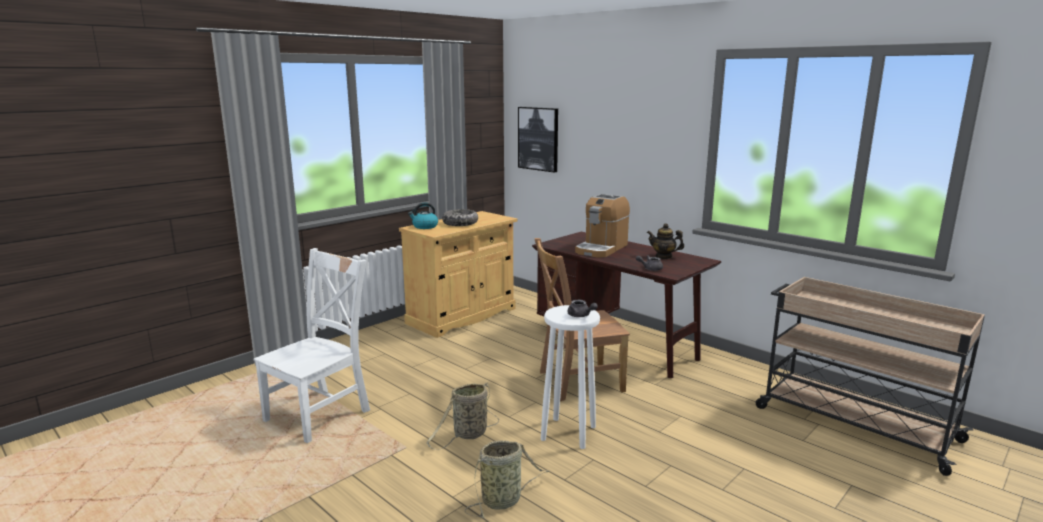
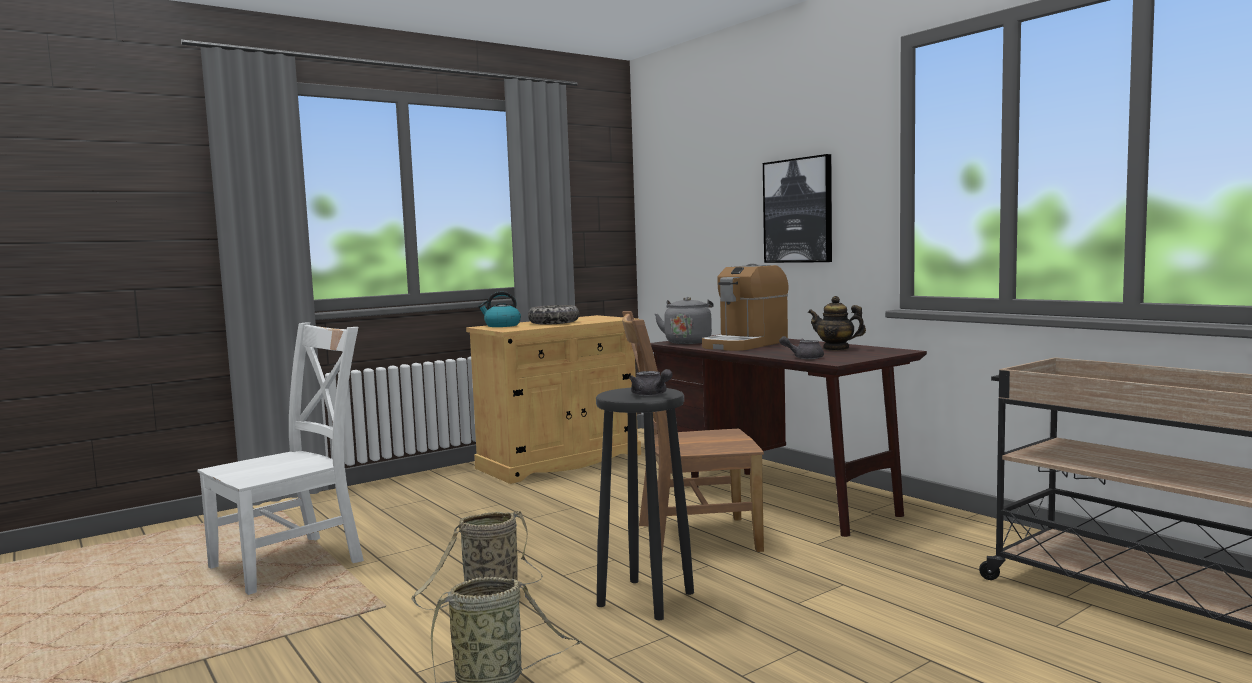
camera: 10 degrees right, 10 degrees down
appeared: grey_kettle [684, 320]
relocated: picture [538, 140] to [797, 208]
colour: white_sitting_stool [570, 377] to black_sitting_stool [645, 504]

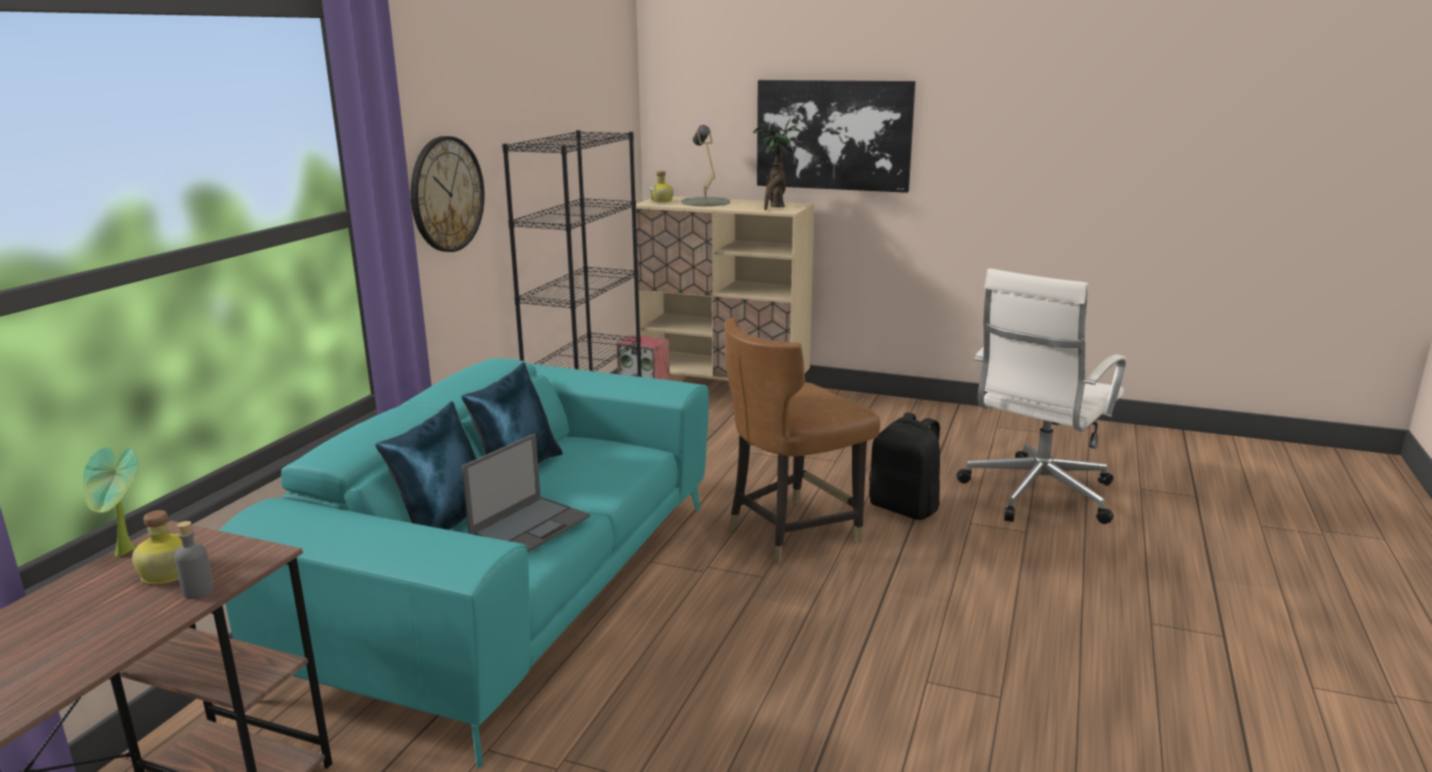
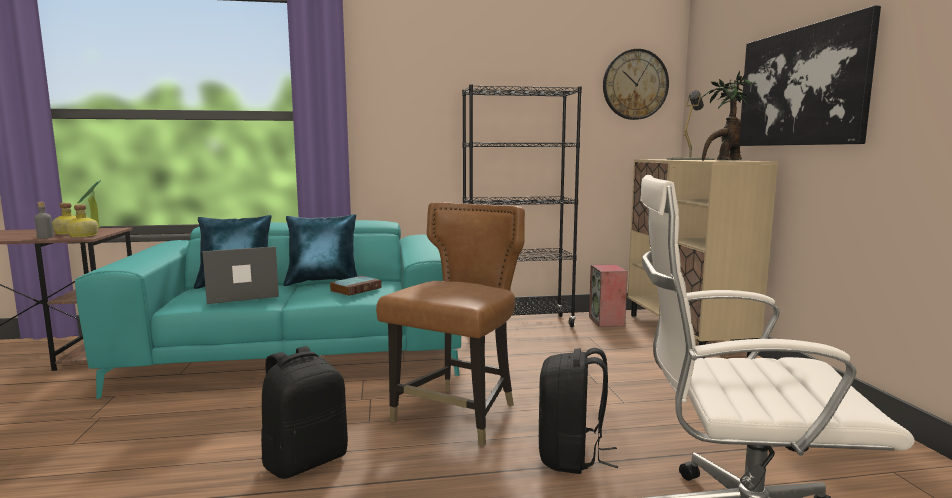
camera: 60 degrees right, 10 degrees down
appeared: black_rucksack [304, 412]; bound_book [355, 286]
relocated: hanging_clock [447, 194] to [636, 84]; drink_bottle [661, 186] to [82, 221]
spun: portable_computer [526, 492] = [240, 275] 150 degrees clockwise; brown-coloured_plain_chair [802, 440] = [450, 324] 90 degrees clockwise

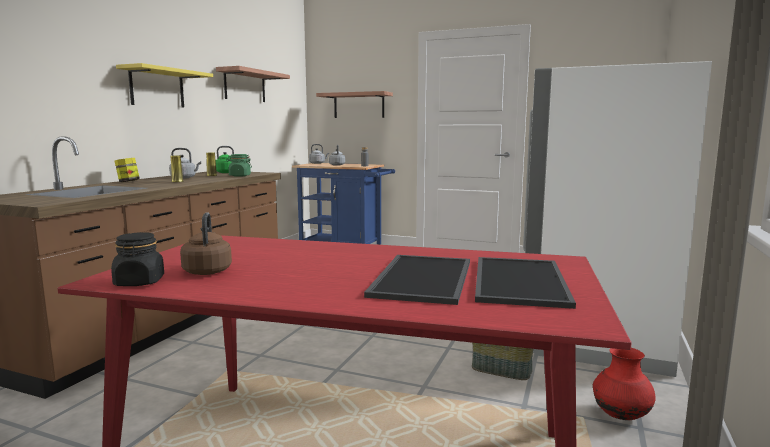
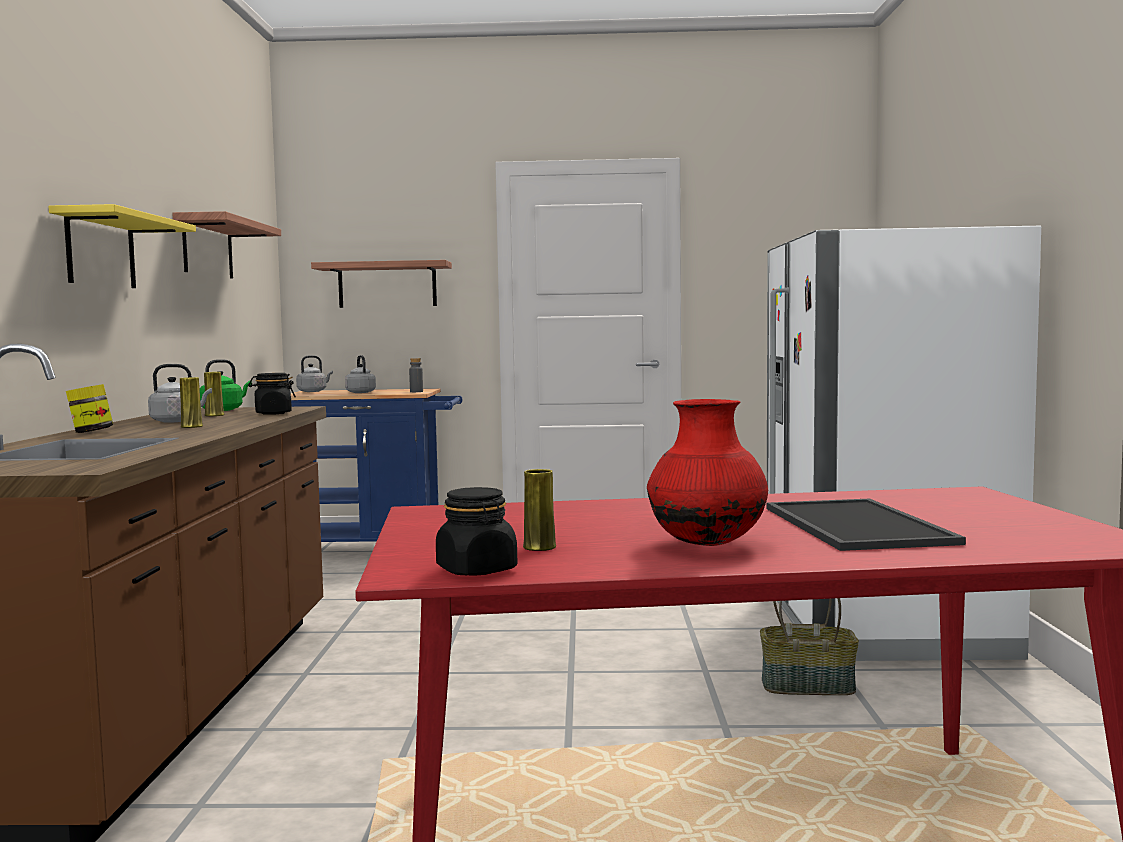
camera: 20 degrees left, 5 degrees down
missing: serving_tray [525, 283]
relocated: red-coloured_flower_vase [624, 384] to [707, 472]
exchanged: brown-coloured_kettle [206, 243] to yellow_flower_vase [539, 510]
colour: green-coloured_preserve_jar [239, 165] to black_preserve_jar [272, 394]

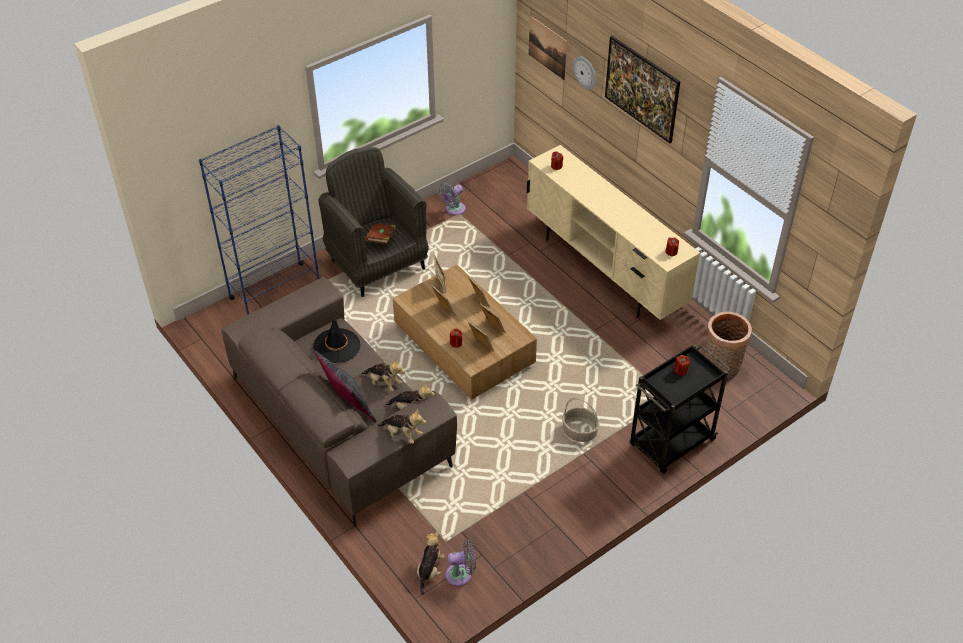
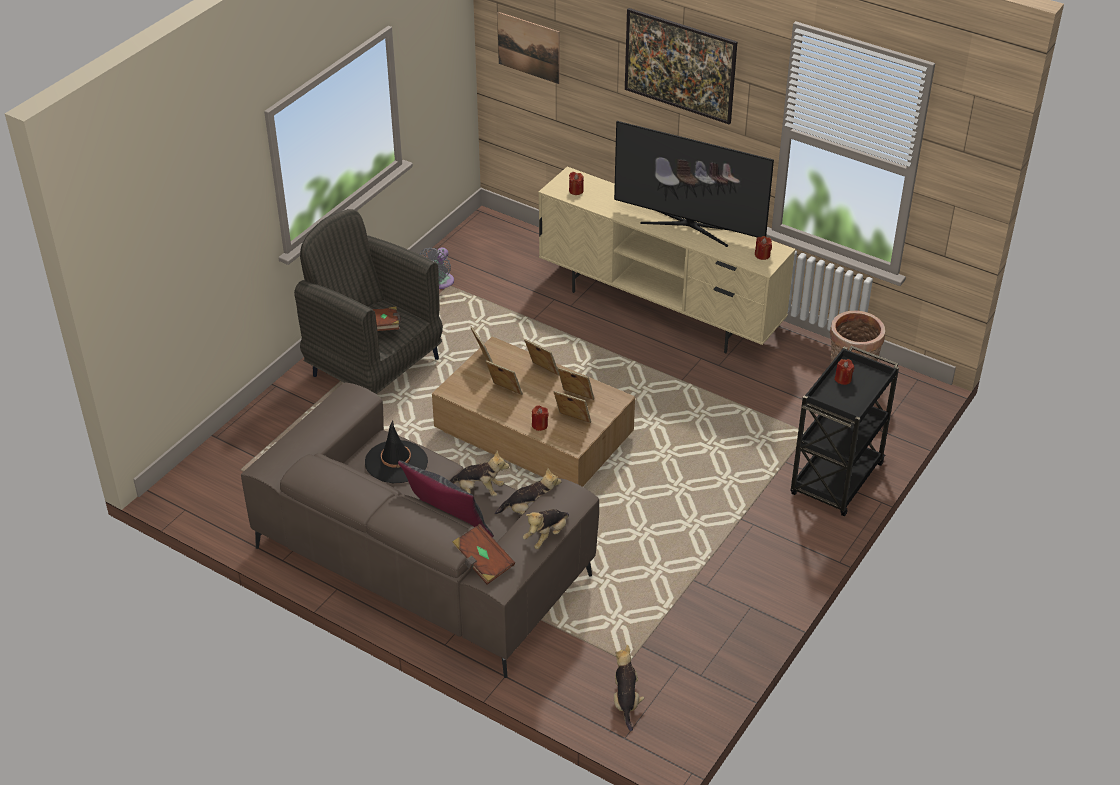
camera: 20 degrees left, 5 degrees down
missing: blue-coloured_shelving_unit [259, 220]; grey_electric_fan [461, 562]; storage_basket [581, 420]; hanging_clock [584, 73]
appeared: brown-coloured_bound_book [483, 554]; TV_set [694, 184]
spun: plush_toy [401, 426] = [546, 529] 120 degrees clockwise

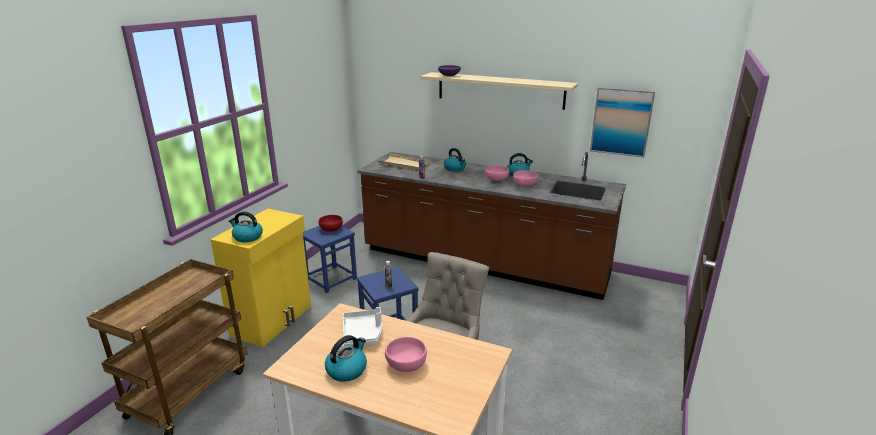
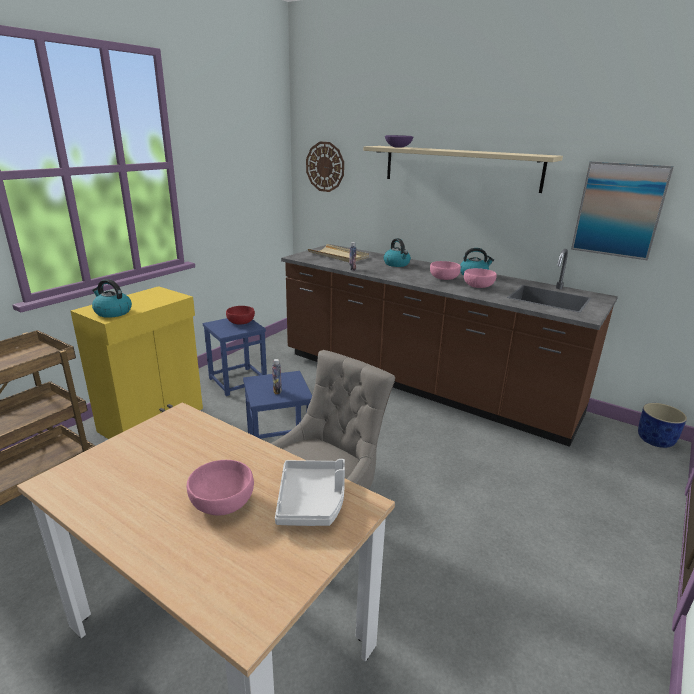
camera: 10 degrees right, 0 degrees up
missing: kettle [346, 358]
appeared: hanging_clock [325, 167]; blue-coloured_planter [662, 425]
relocated: white_serving_tray [362, 326] to [310, 492]

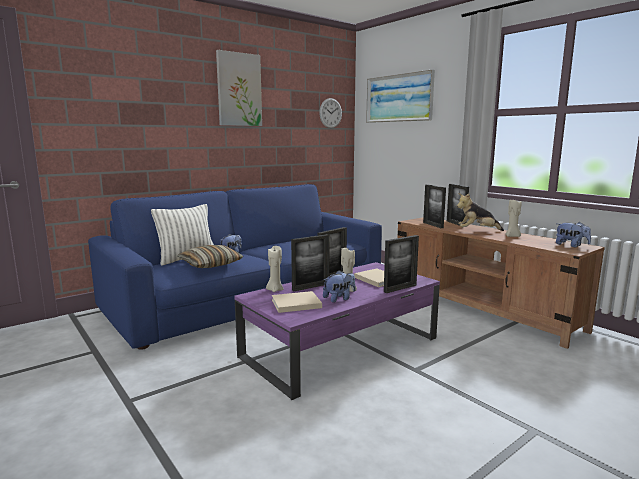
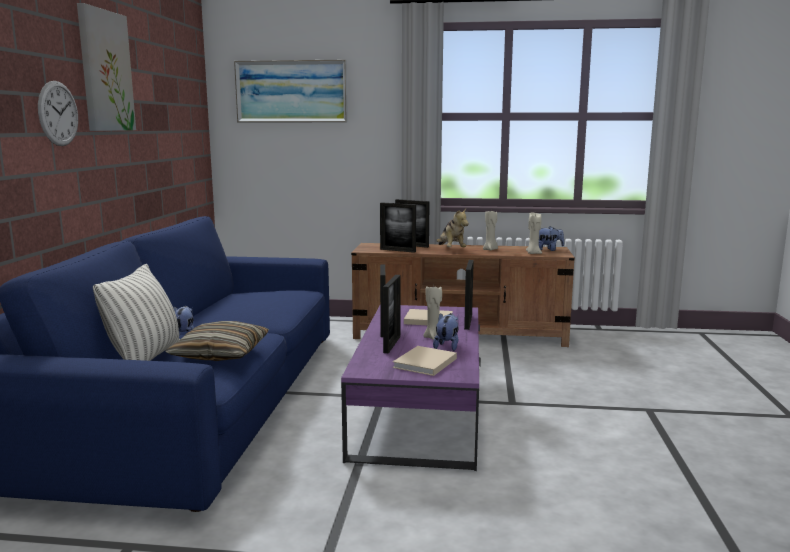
camera: 45 degrees left, 0 degrees up
relocated: beige_candle [275, 269] to [534, 233]; hanging_clock [330, 113] to [58, 113]
spun: plush_toy [480, 212] = [452, 228] 60 degrees counterclockwise

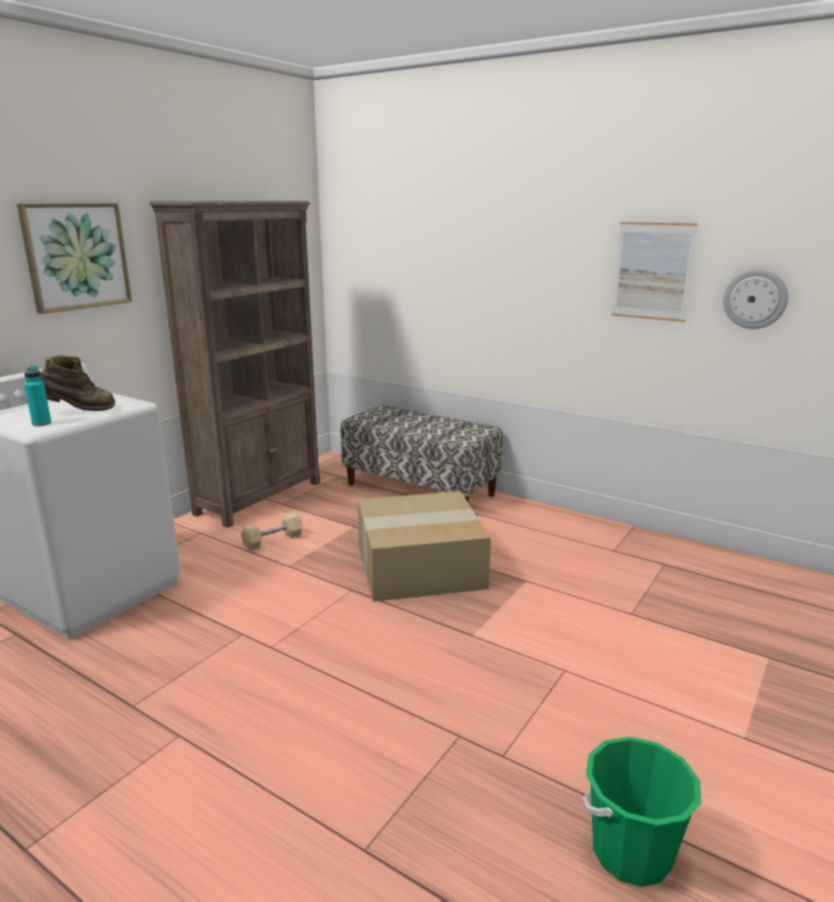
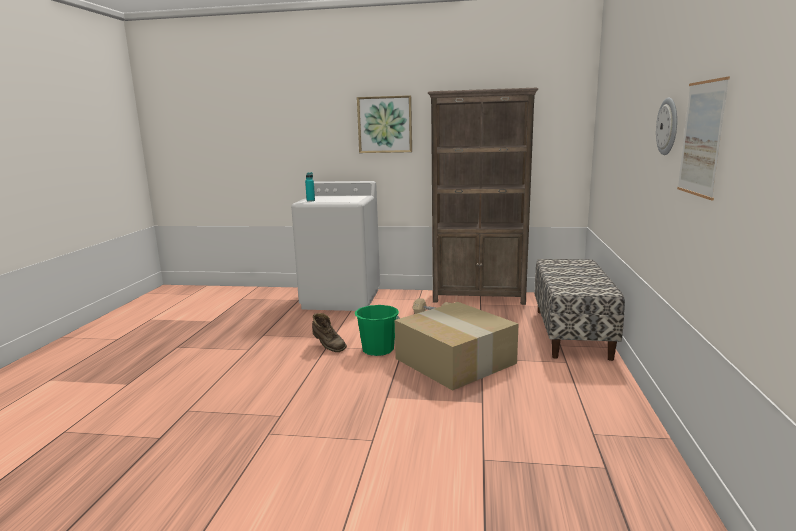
camera: 65 degrees right, 5 degrees down
relocated: brown-coloured_high-top_boot [77, 383] to [329, 332]; green-coloured_water_bucket [642, 812] to [377, 330]; hanging_clock [755, 299] to [666, 126]

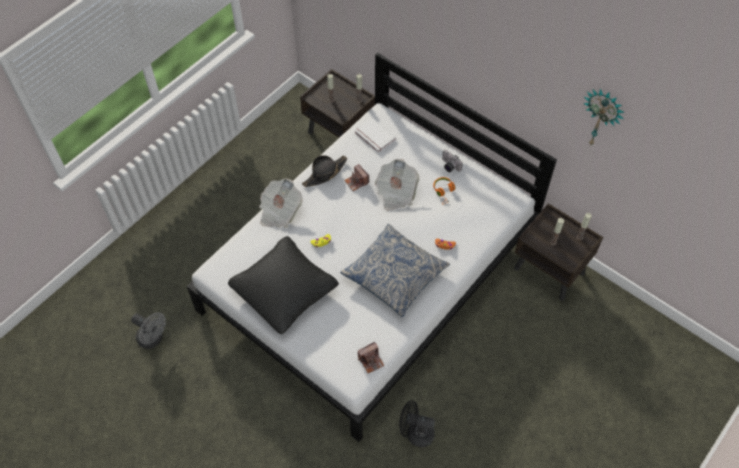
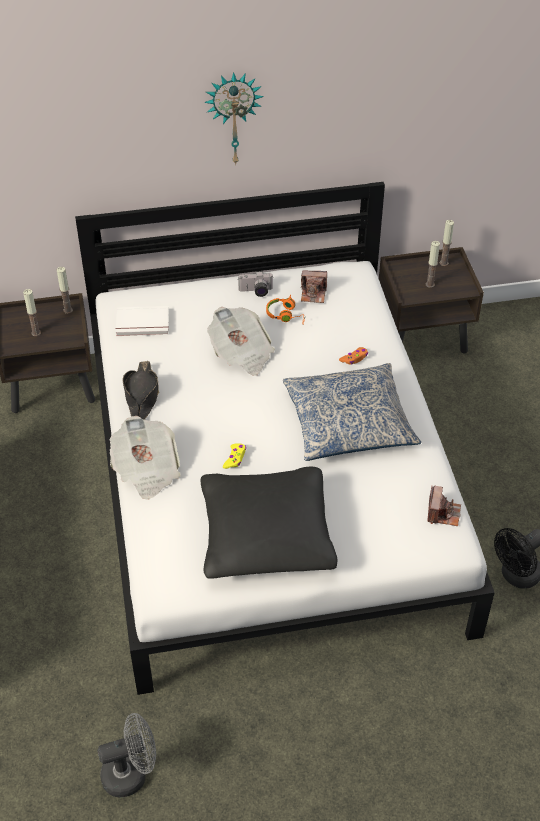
camera: 50 degrees left, 10 degrees down
relocated: photo_camera [356, 177] to [314, 287]; hanging_clock [604, 117] to [234, 119]

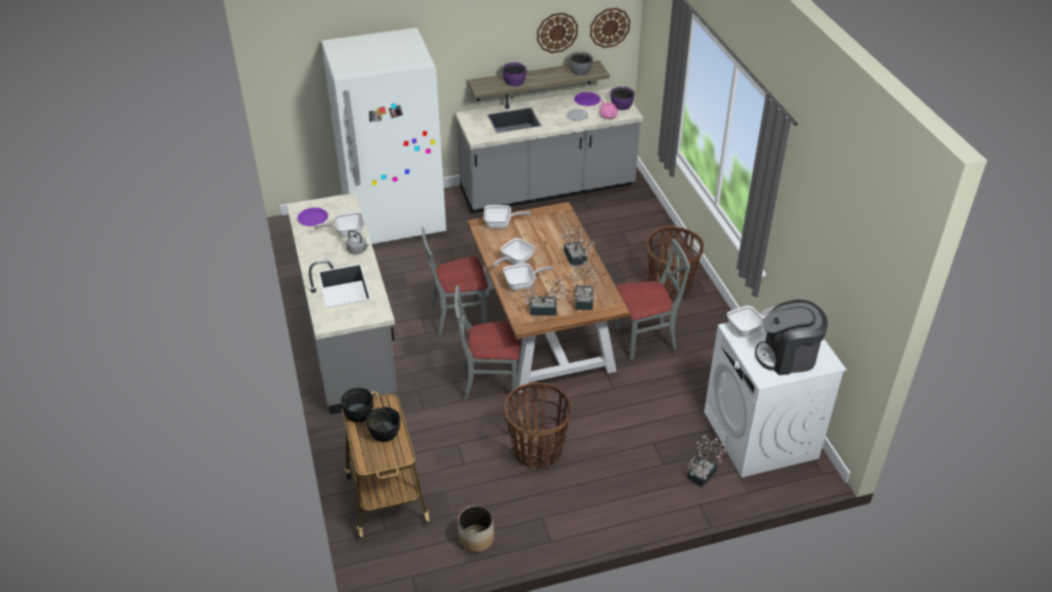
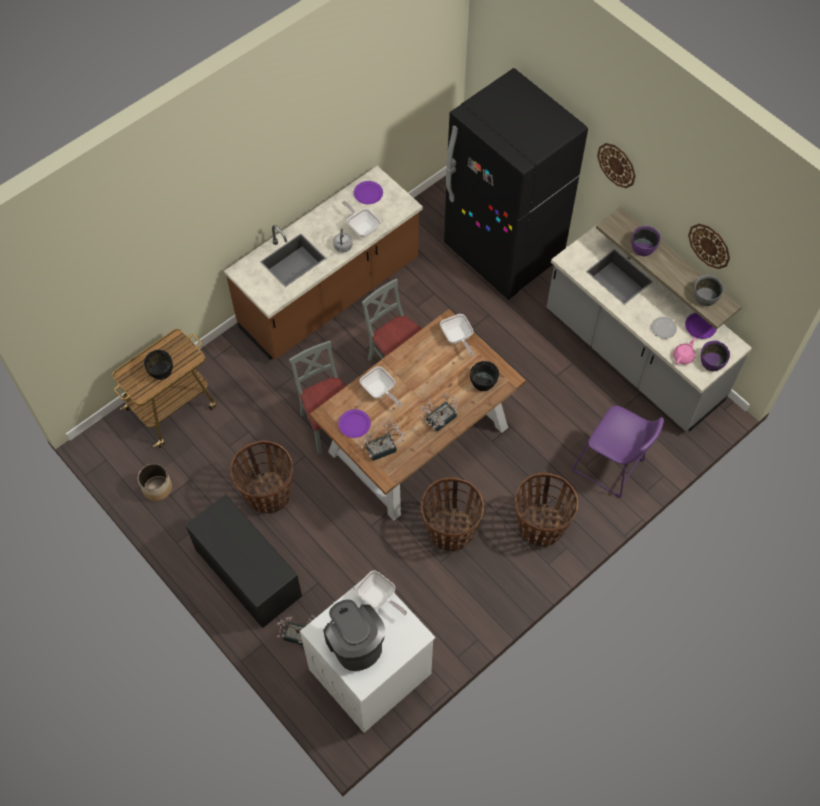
camera: 65 degrees right, 20 degrees up
missing: pan [514, 252]
appeared: black_indoor_bench [244, 561]; purple_sitting_stool [617, 452]
relocated: black_bowl [357, 405] to [484, 376]; hanging_clock [610, 28] to [616, 165]
exchanged: houseplant [545, 296] to purple_flat_dish [354, 423]; grey_plain_chair [652, 299] to storage_basket [452, 514]
colour: grey_counter [342, 304] to brown-coloured_counter [323, 263]; white_refrigerator [383, 136] to black_refrigerator [516, 184]

